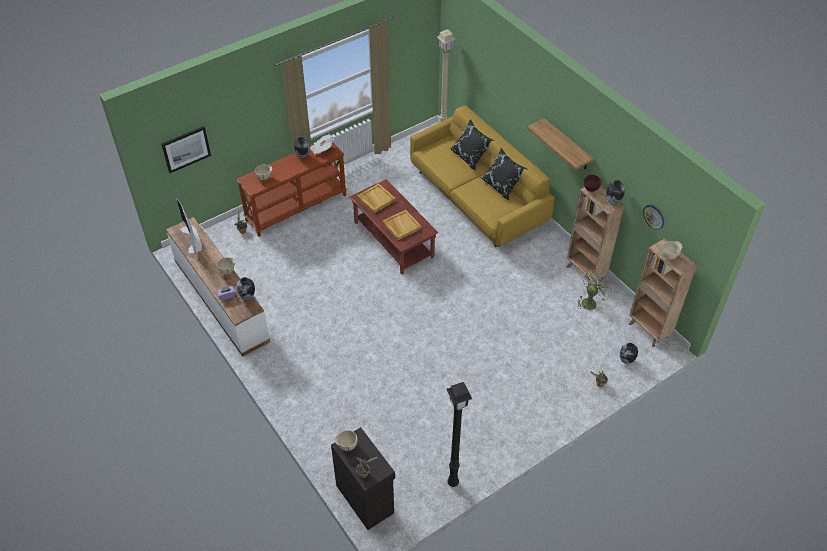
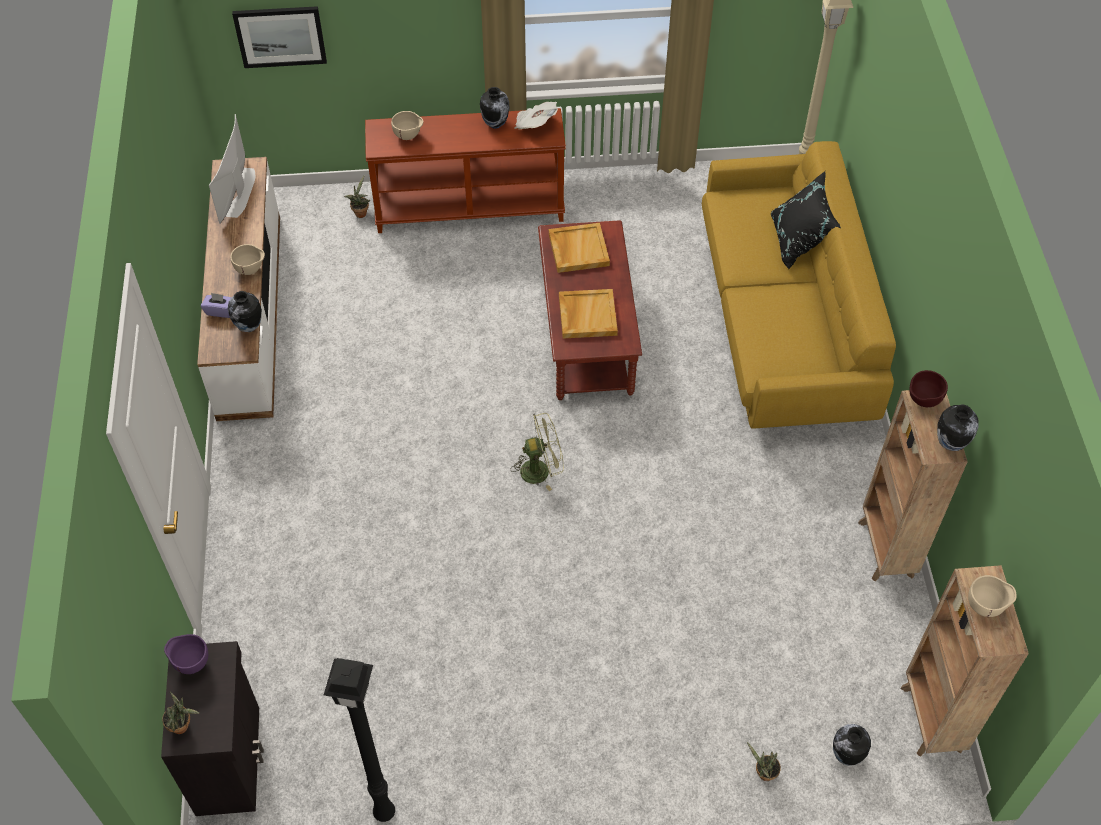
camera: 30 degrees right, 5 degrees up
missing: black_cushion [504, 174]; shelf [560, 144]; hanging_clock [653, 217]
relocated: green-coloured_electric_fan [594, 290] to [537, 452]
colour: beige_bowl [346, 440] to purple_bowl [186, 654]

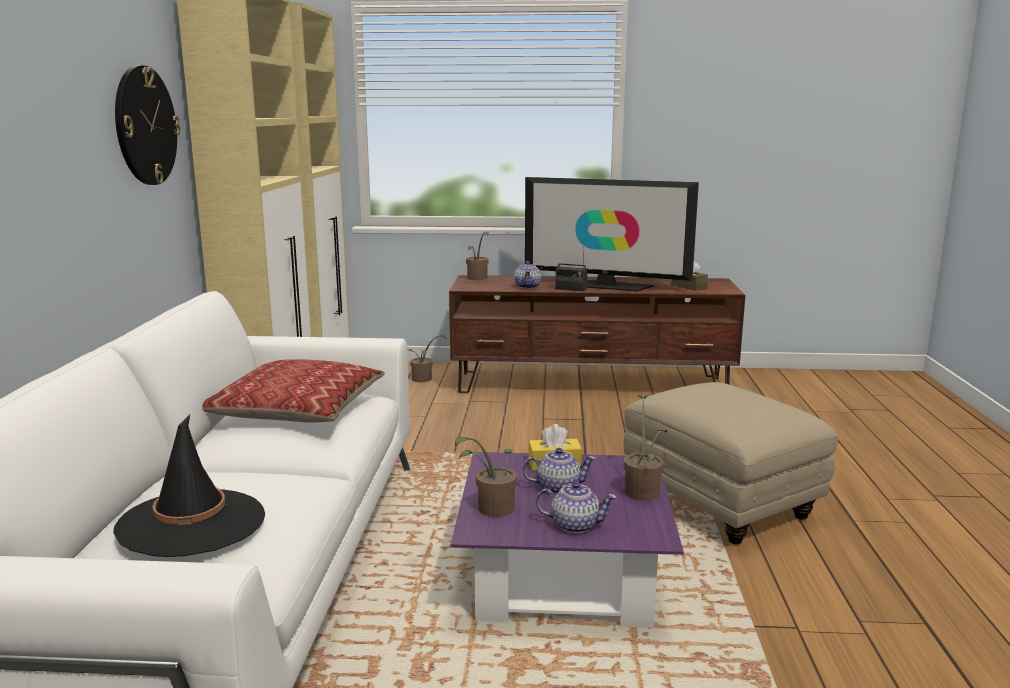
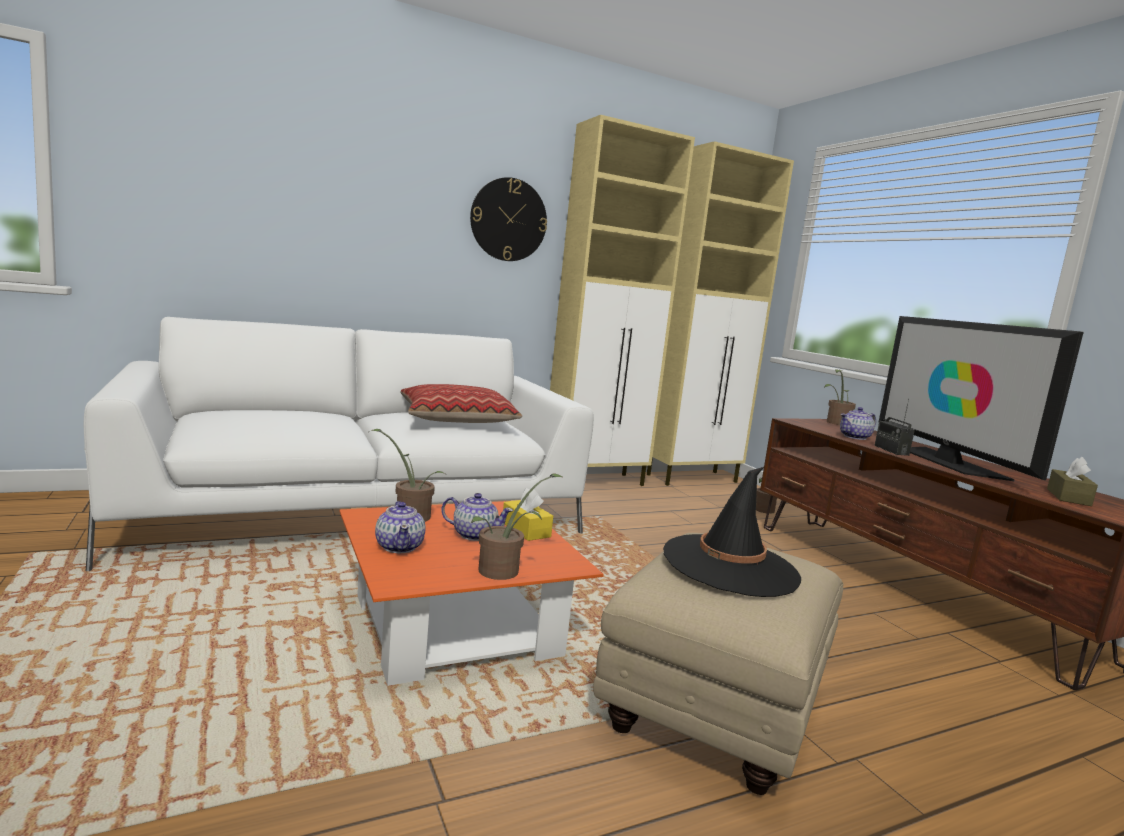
camera: 60 degrees right, 5 degrees down
relocated: black_clothing_hat [189, 486] to [732, 532]
colour: purple_coffee_table [567, 540] to orangey_coffee_table [471, 593]
spun: tea_pot [559, 471] = [477, 517] 45 degrees counterclockwise

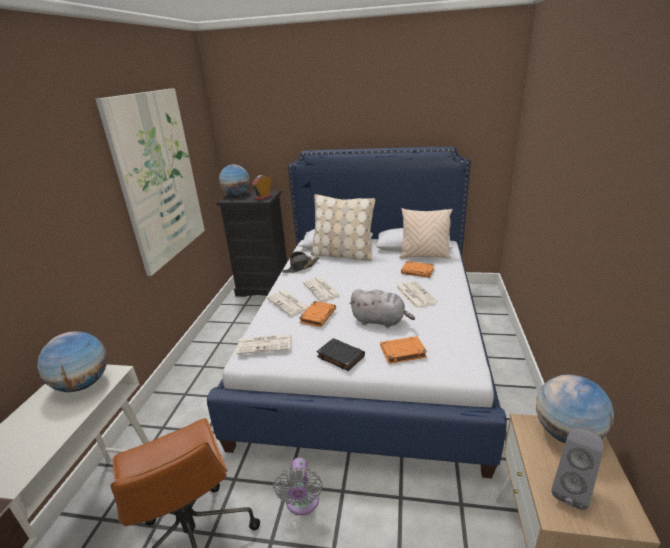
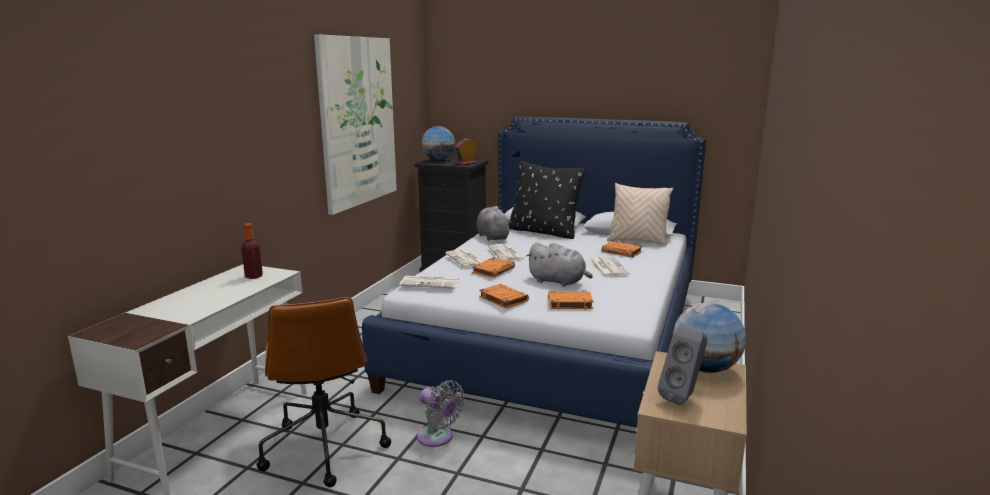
camera: 10 degrees right, 10 degrees down
exchanged: world_globe [72, 362] to drink_bottle [252, 251]; black_clothing_hat [300, 262] to grey_plush_toy [494, 223]
colour: beige_cushion [343, 227] to black_cushion [547, 200]; black_bound_book [341, 354] to orangey_bound_book [504, 296]
spun: grey_electric_fan [298, 486] = [441, 413] 60 degrees counterclockwise

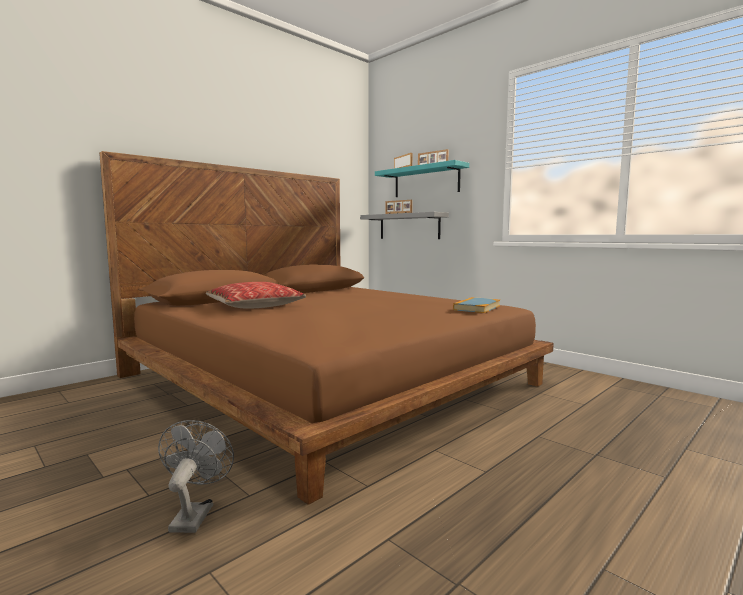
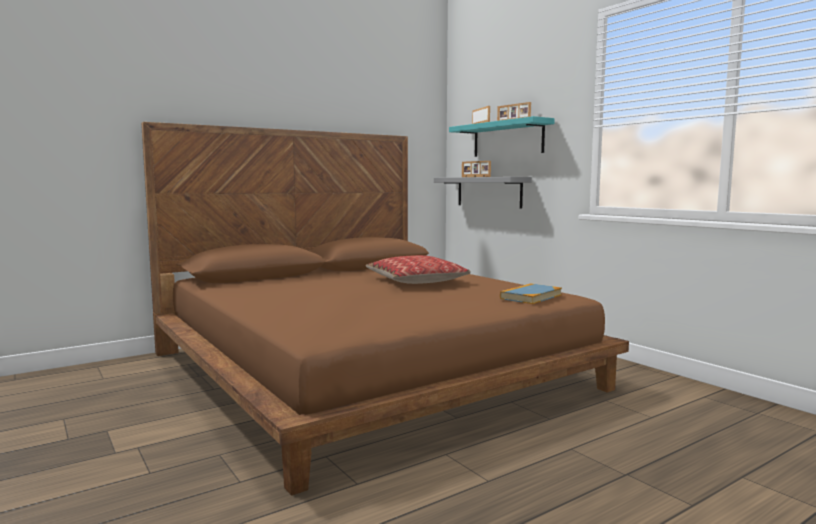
camera: 10 degrees right, 0 degrees up
missing: grey_electric_fan [196, 476]
relocated: cushion [256, 295] to [418, 269]

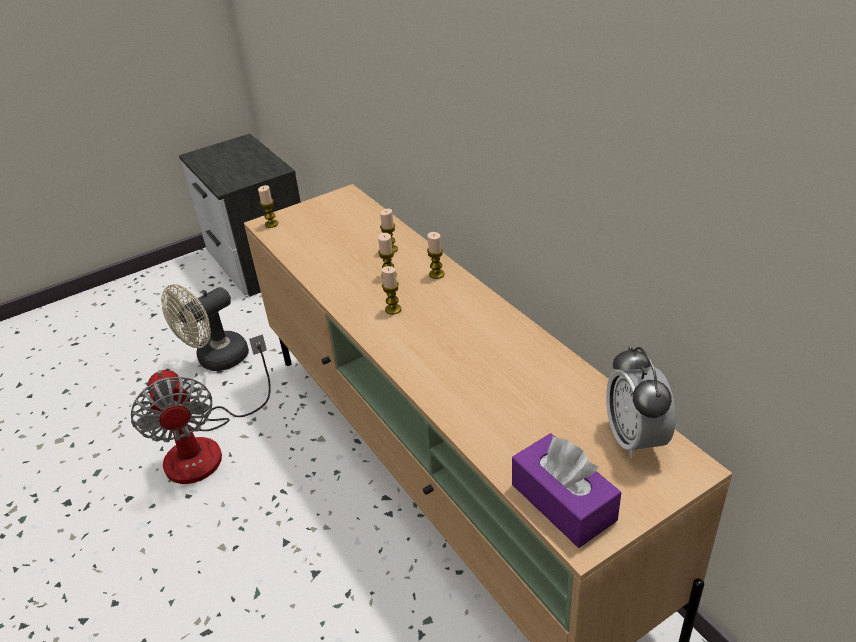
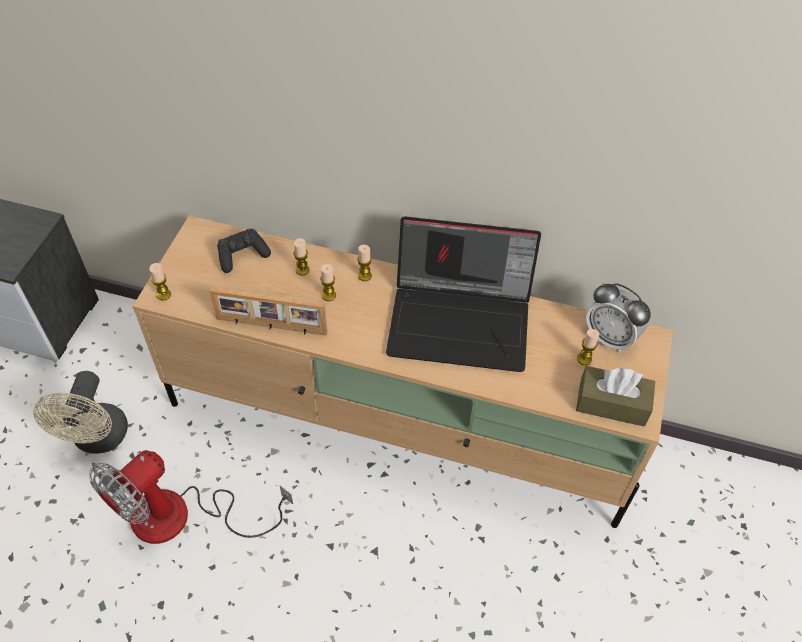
camera: 45 degrees left, 15 degrees up
appeared: picture_frame [268, 311]; black_gamepad [244, 251]; portable_computer [463, 294]
relocated: candle [391, 290] to [588, 347]
colour: purple_tissue_box [566, 490] to brown-coloured_tissue_box [615, 396]
spun: electric_fan [201, 409] = [191, 497] 105 degrees clockwise

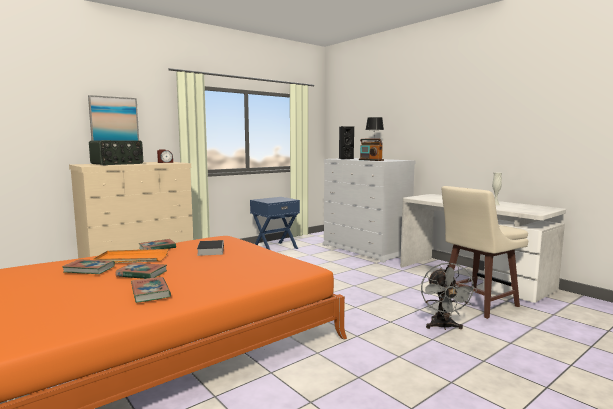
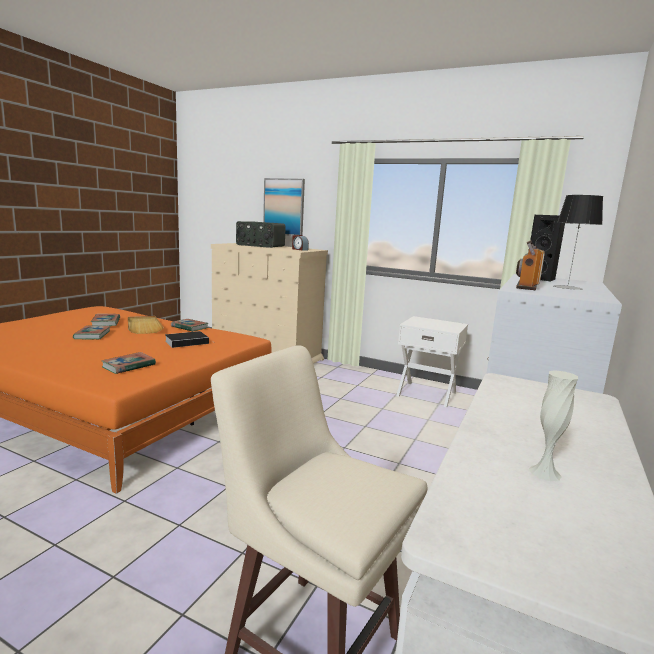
camera: 65 degrees right, 5 degrees up
missing: grey_electric_fan [449, 296]
relocated: bound_book [151, 290] to [128, 363]
colour: orangey_serving_tray [130, 256] to beige_serving_tray [146, 325]; blue-coloured_nightstand [275, 223] to white_nightstand [432, 362]

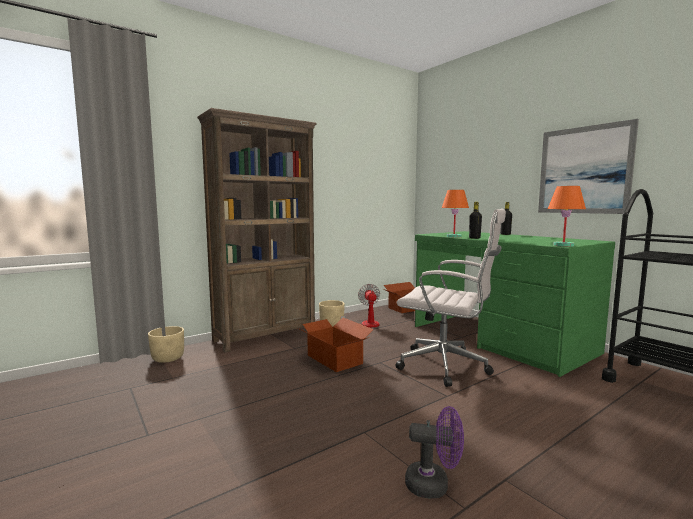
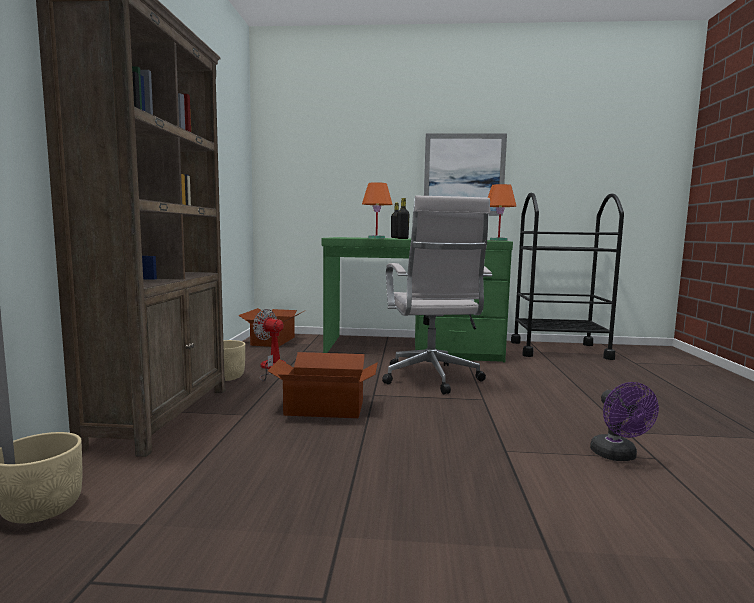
camera: 50 degrees left, 0 degrees up
spun: white_computer_chair [451, 298] = [437, 295] 105 degrees clockwise; purple_electric_fan [434, 452] = [624, 421] 120 degrees clockwise

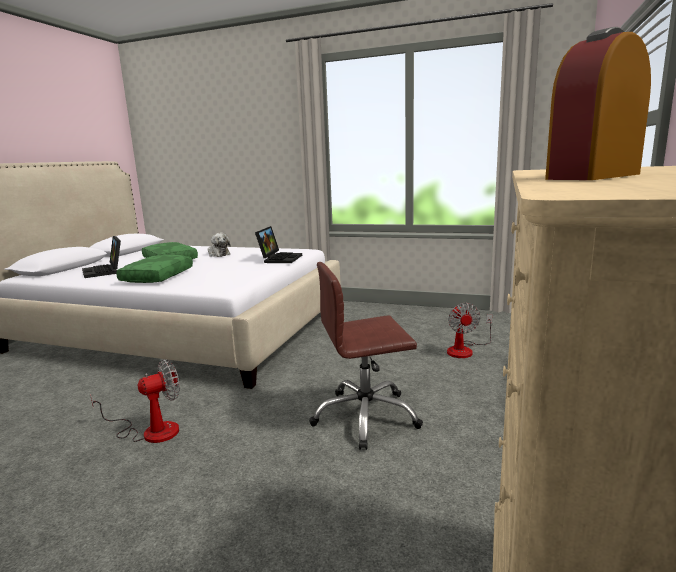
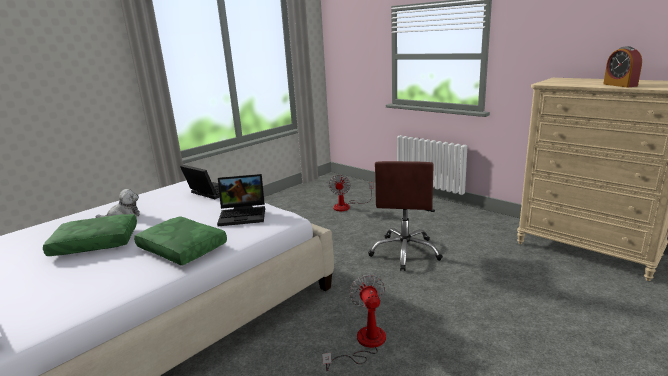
camera: 65 degrees left, 5 degrees up
relocated: portable_computer [101, 257] to [241, 200]
spun: electric_fan [469, 330] = [351, 193] 75 degrees clockwise

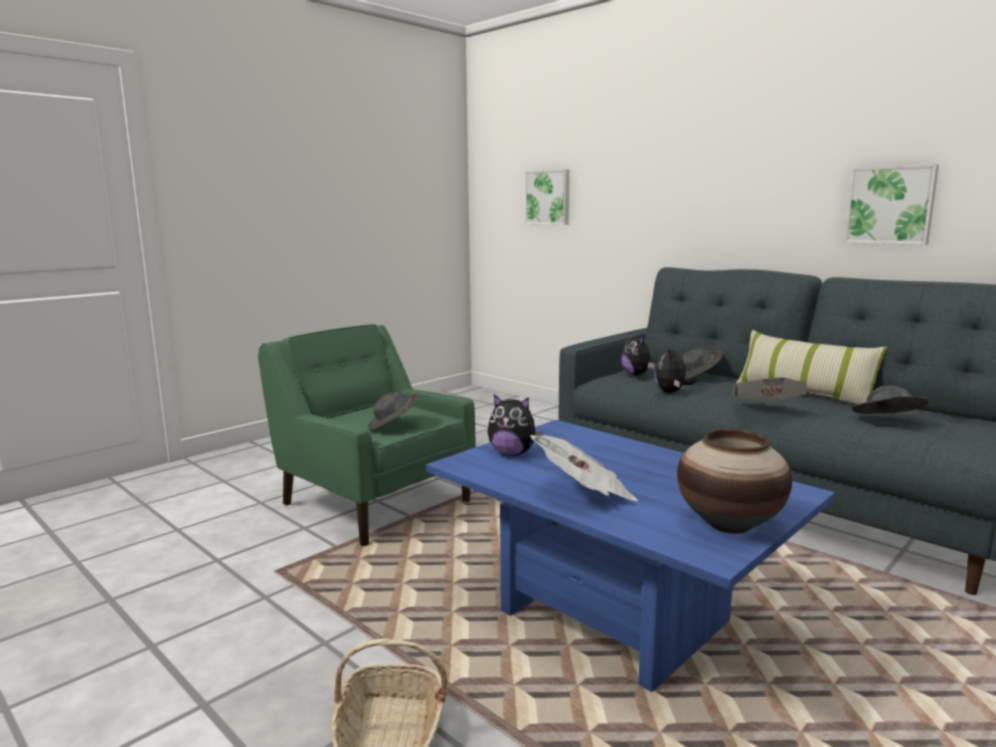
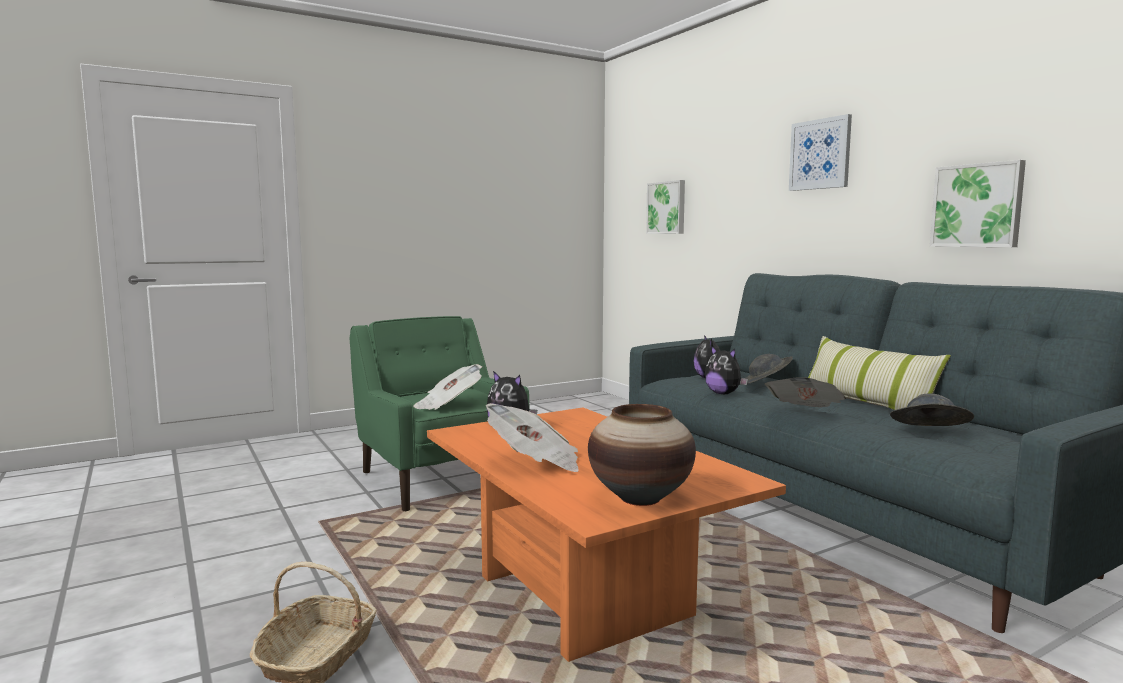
camera: 15 degrees right, 5 degrees down
appeared: picture [820, 152]
exchanged: grey_clothing_hat [393, 411] to newspaper [448, 387]
colour: blue-coloured_coffee_table [630, 556] to orangey_coffee_table [606, 535]
spun: plush_toy [675, 369] = [726, 369] 75 degrees counterclockwise

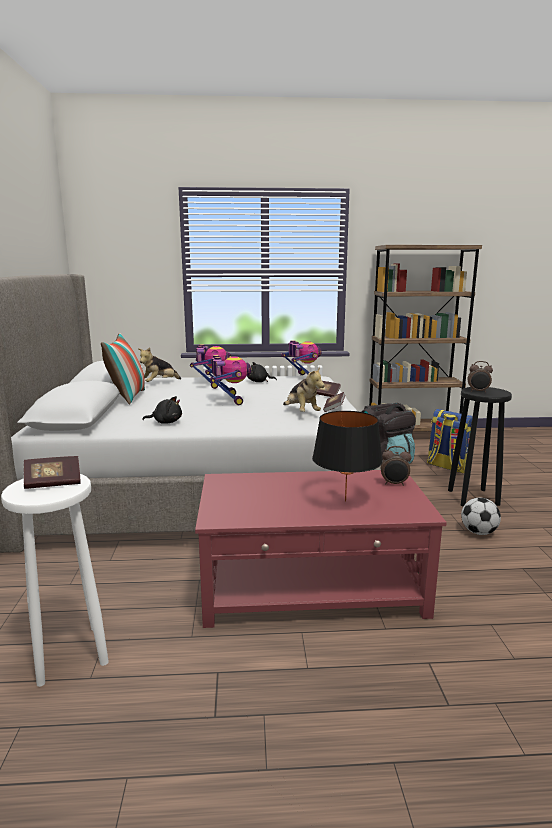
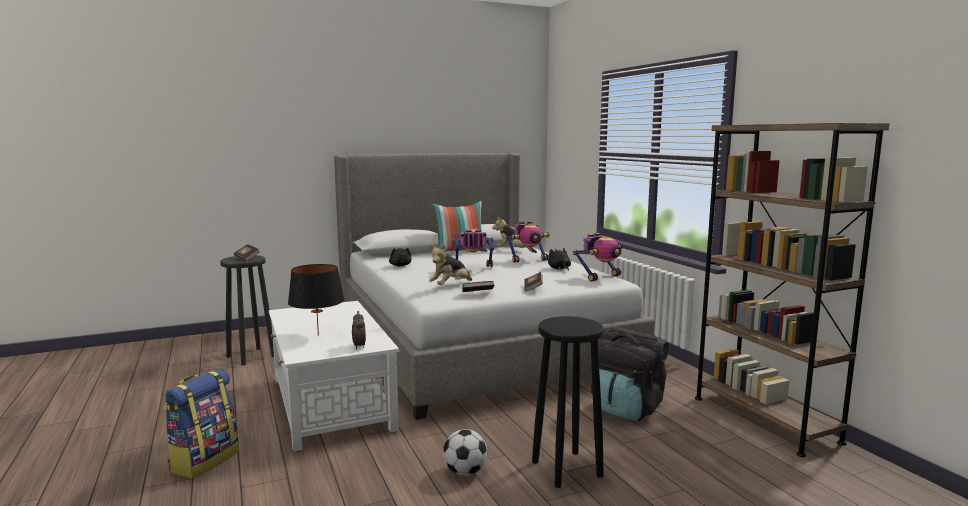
camera: 70 degrees right, 5 degrees down
missing: bedside_clock [480, 377]
relocated: rucksack [450, 441] to [201, 424]
colour: white_sitting_stool [55, 580] to black_sitting_stool [247, 310]; red-coloured_coffee_table [321, 549] to white_coffee_table [334, 376]
spun: model_robot [228, 380] = [473, 247] 150 degrees counterclockwise

